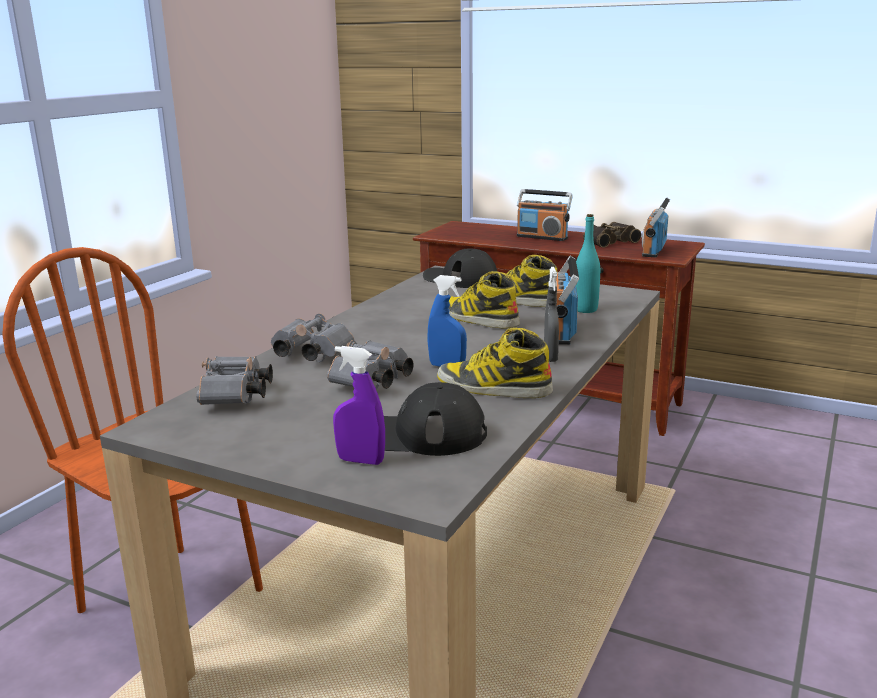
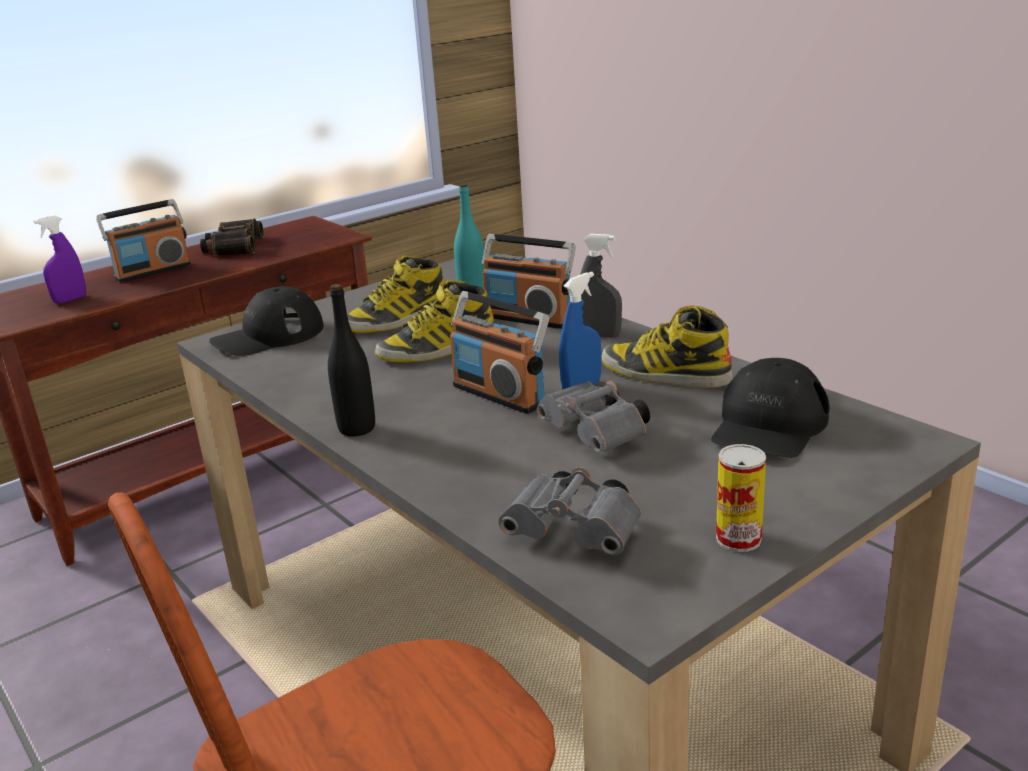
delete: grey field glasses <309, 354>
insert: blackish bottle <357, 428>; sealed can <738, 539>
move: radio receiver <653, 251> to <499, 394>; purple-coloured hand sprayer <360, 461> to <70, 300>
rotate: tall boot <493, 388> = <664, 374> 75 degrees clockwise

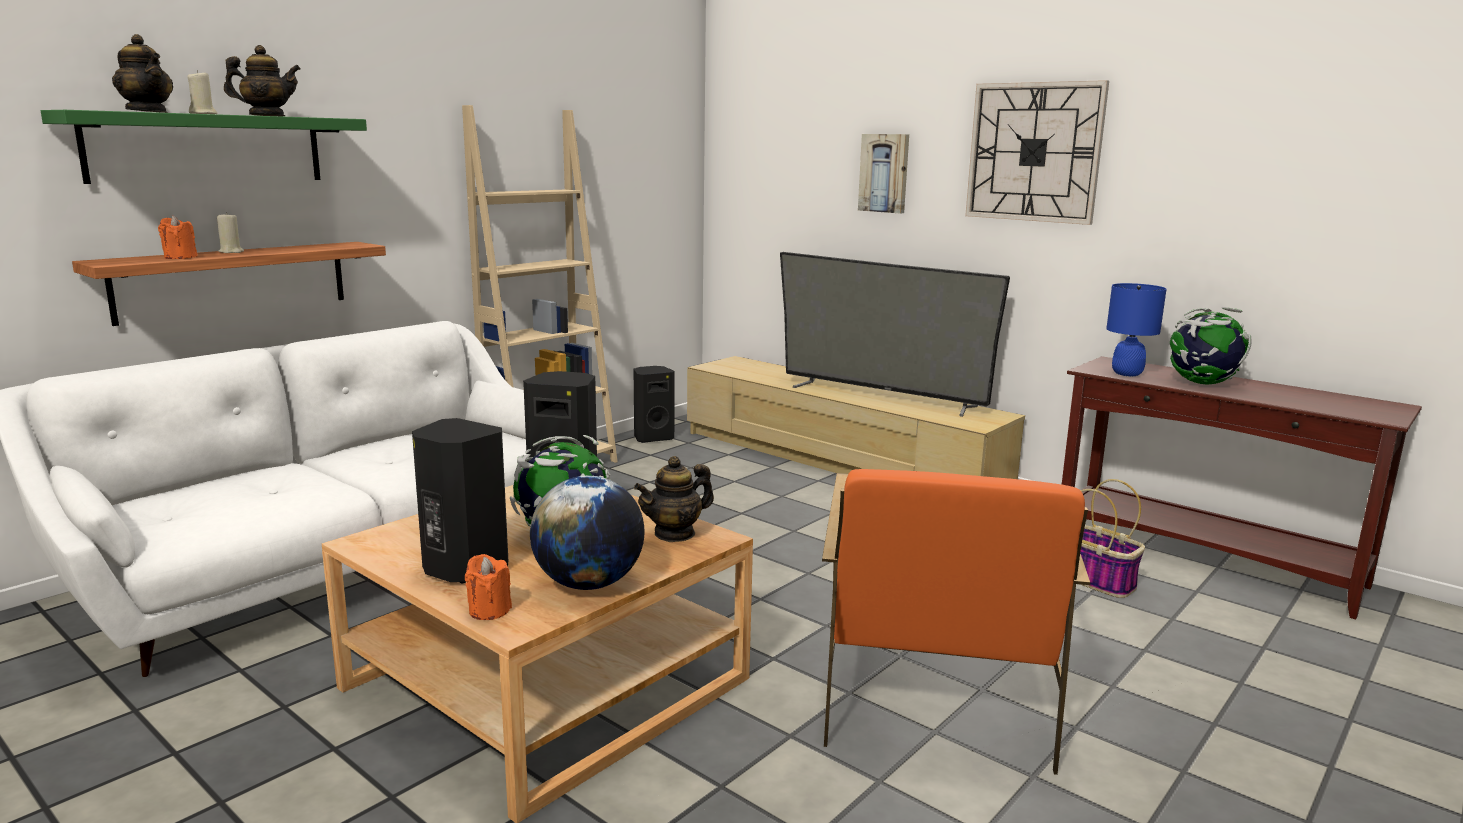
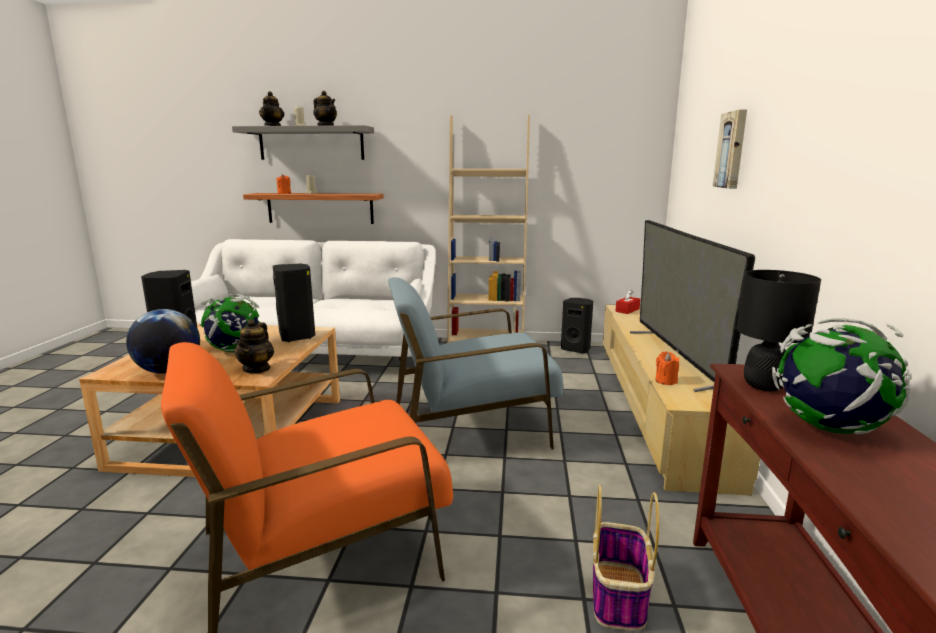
delete: wall clock <1034, 152>
insert: blue easy chair <470, 426>; reddish box of tissues <627, 310>
move: orange-coloured candle <489, 610> to <665, 381>
recolor: greenish shelf <207, 148> to grey shelf <311, 143>; blue lamp for a table <1128, 374> to blackish lamp for a table <764, 387>
rotate: teapot <675, 534> = <257, 369> 105 degrees counterclockwise

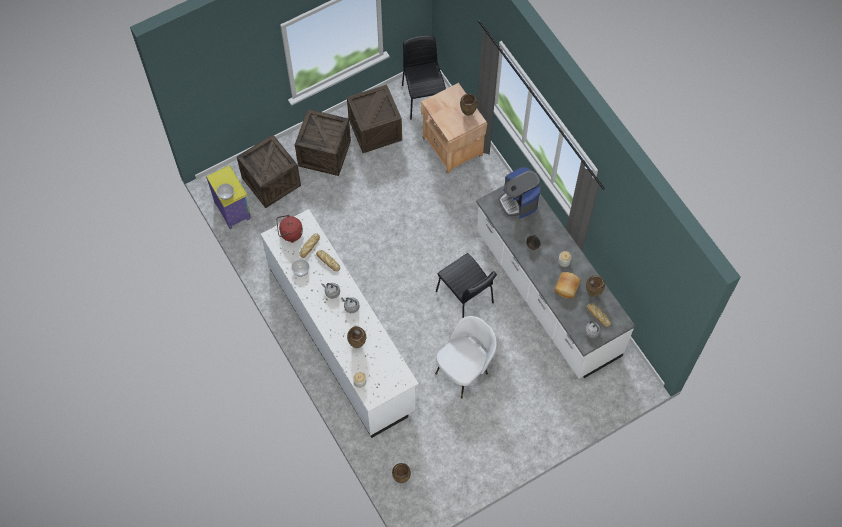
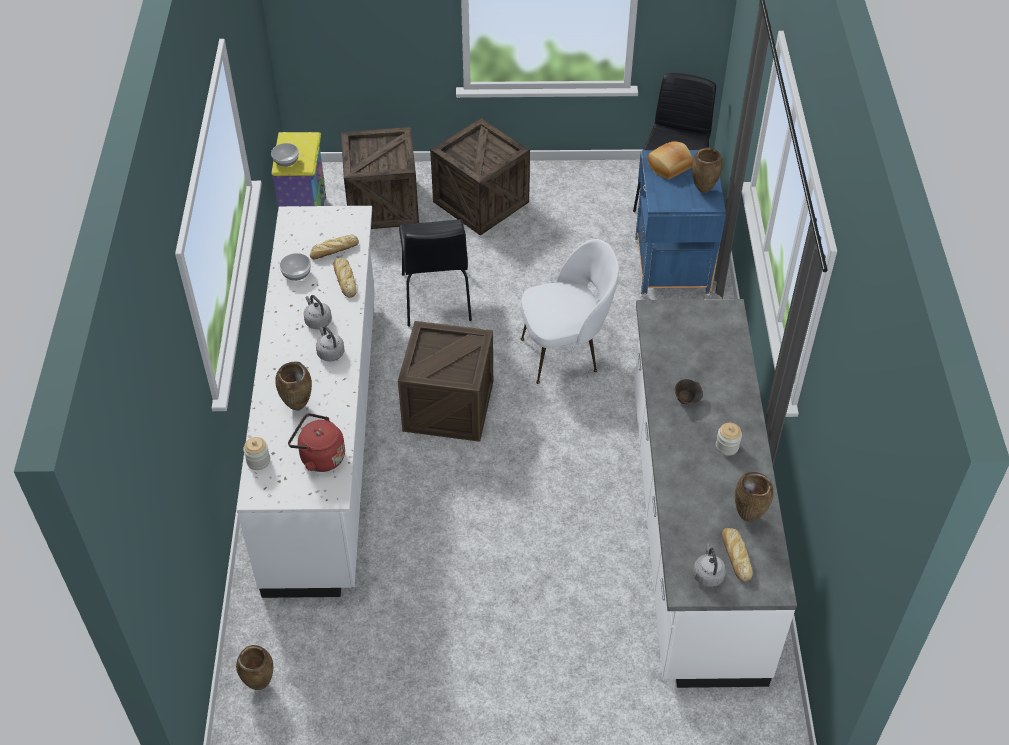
delete: coffee maker <518, 201>
move: shipping crate <375, 130> to <448, 406>; reddish tea kettle <290, 233> to <319, 457>; blackish plain chair <466, 298> to <437, 300>; bakery bread <567, 287> to <670, 167>; white plain chair <465, 370> to <565, 354>
recolor: brownish cart <452, 149> to blue cart <671, 270>

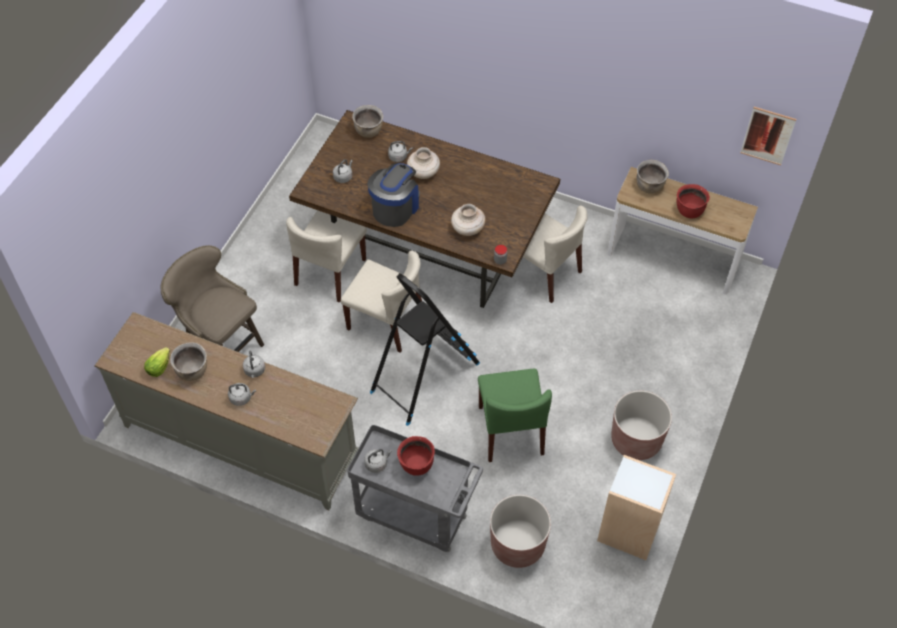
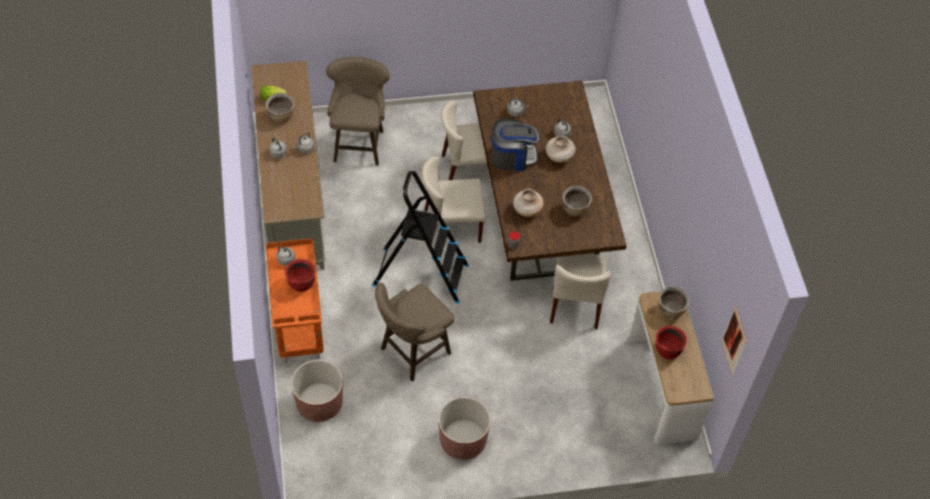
delete: shelving unit <629, 532>
move: brownish cooking pot <369, 131> to <575, 210>
replace: greenish plain chair <511, 431> to beige-coloured stool <413, 353>
recolor: grey cart <417, 519> to orange-coloured cart <299, 331>
rotate: beige-coloured plain chair <386, 321> = <451, 226> 90 degrees clockwise

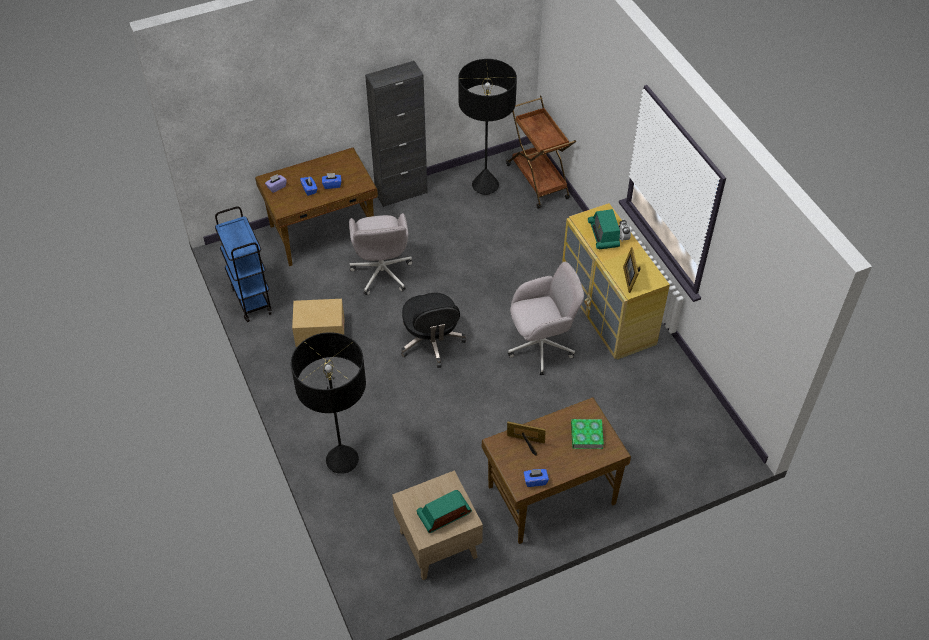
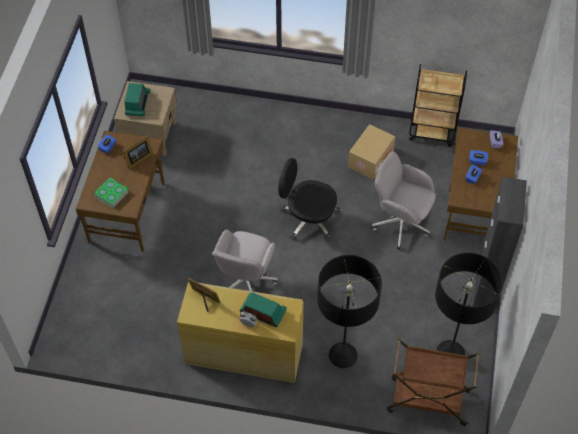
move: blackish floor lamp <342, 461> to <342, 357>
recolor: blue cart <251, 301> to brownish cart <432, 134>

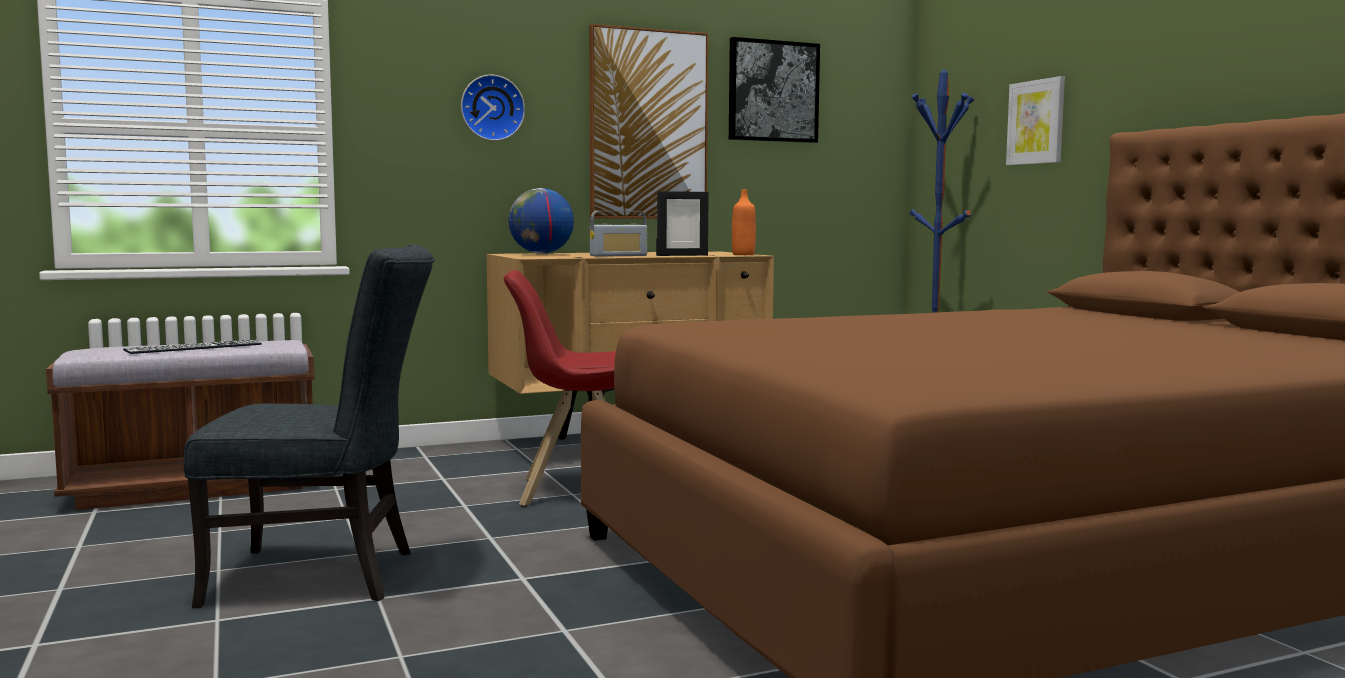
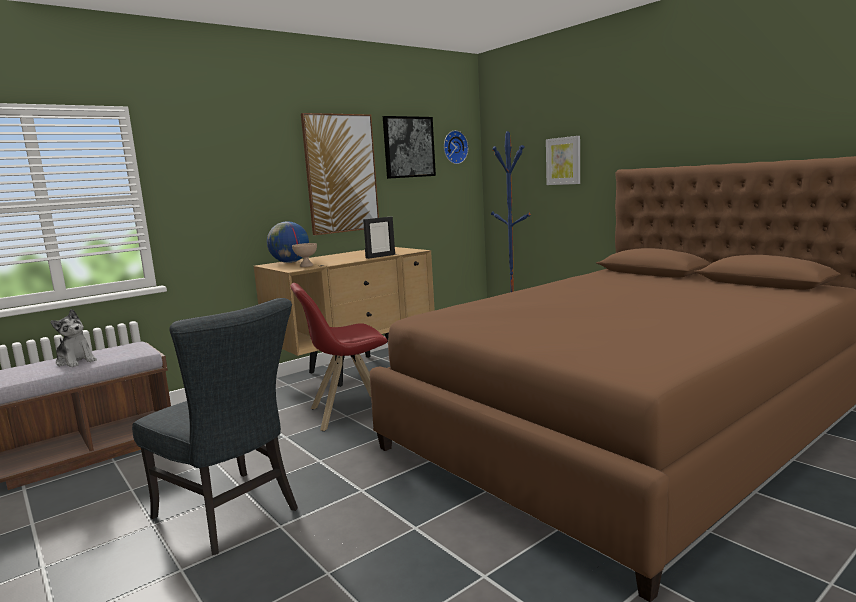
delete: orange-coloured bottle <743, 254>; radio receiver <618, 256>
insert: beige-coloured bowl <306, 266>
move: wall clock <491, 108> to <454, 147>
replace: computer keyboard <194, 347> to soft toy <76, 361>
rotate: grey plain chair <325, 576> = <232, 514> 60 degrees clockwise

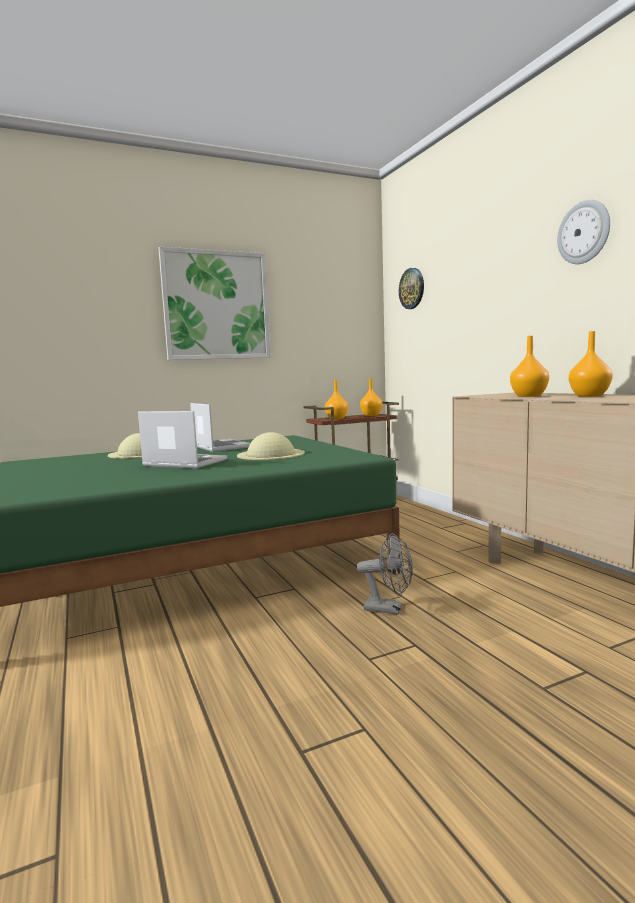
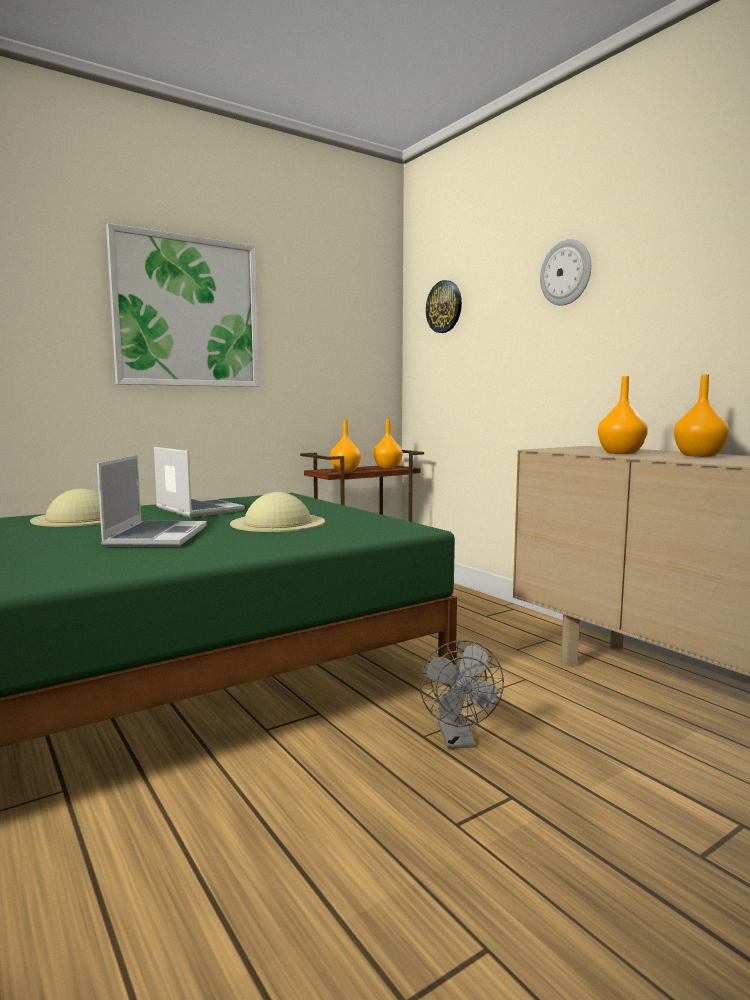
move: wall clock <584, 232> to <566, 273>
rotate: notebook computer <183, 463> = <156, 536> 75 degrees clockwise; grey electric fan <389, 609> = <459, 740> 75 degrees clockwise

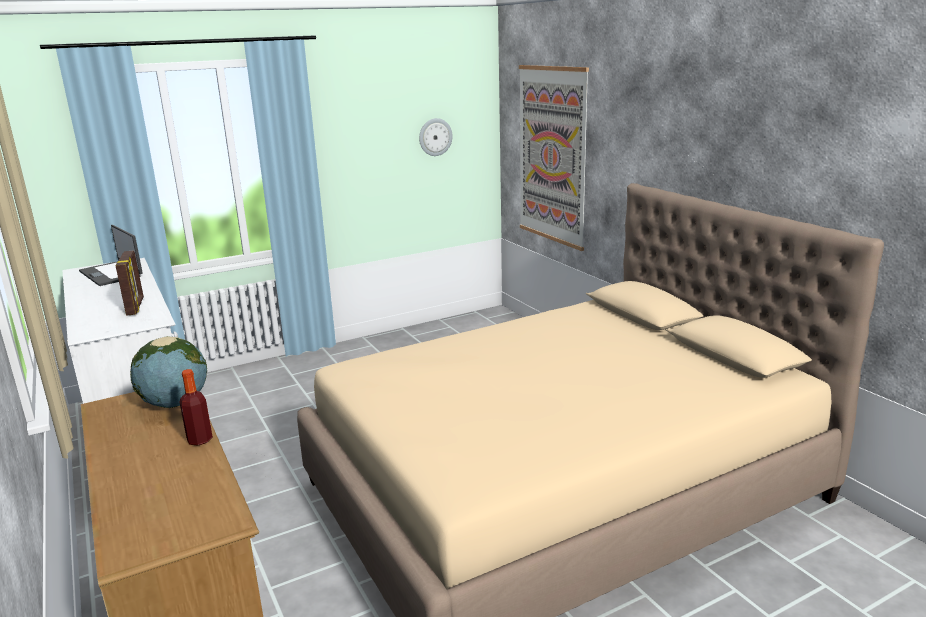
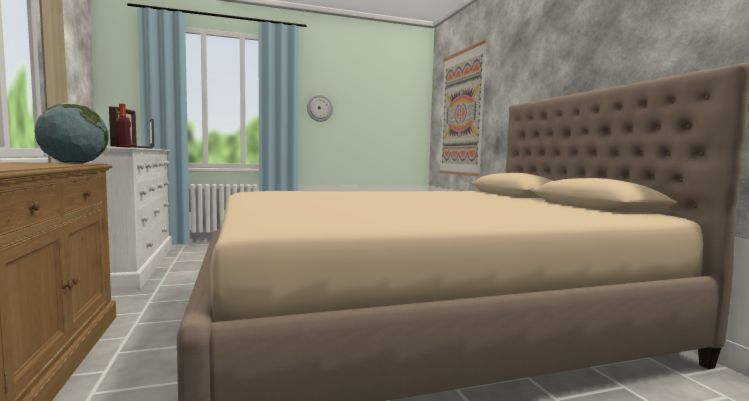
move: wall clock <435, 137> to <319, 108>; bottle <200, 440> to <123, 147>

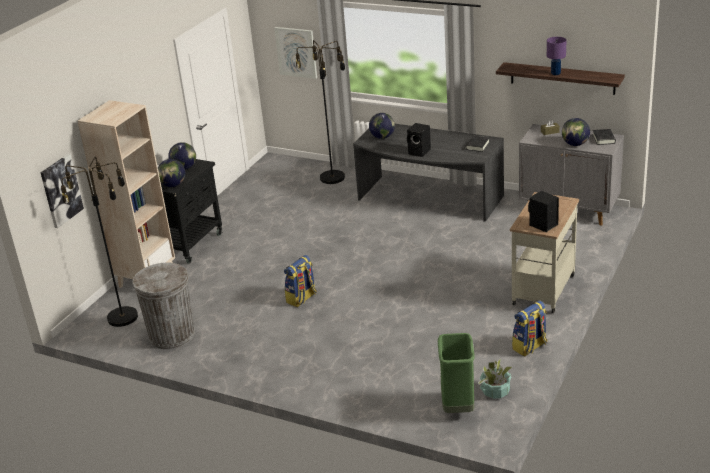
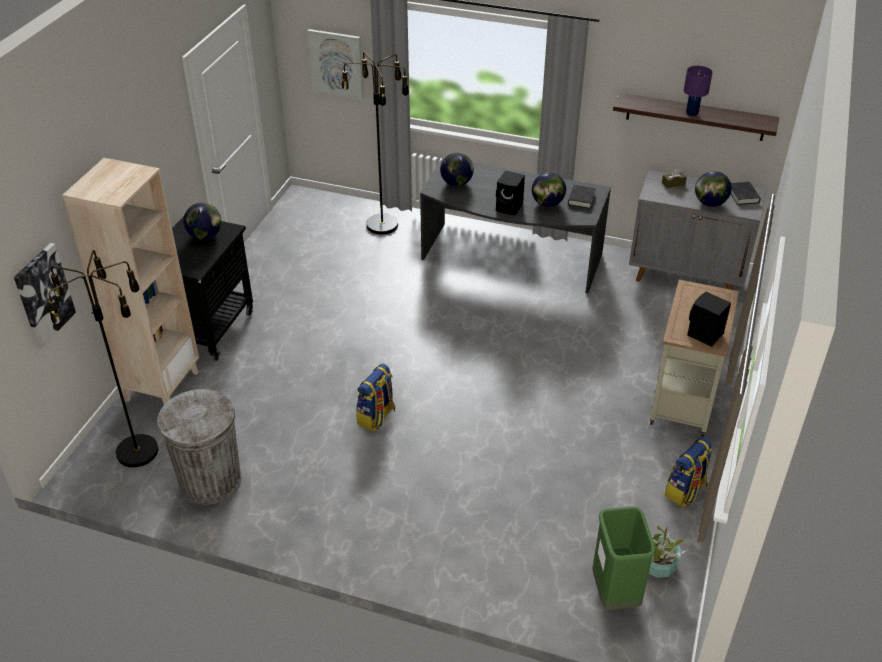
move: globe <173, 185> to <547, 203>

